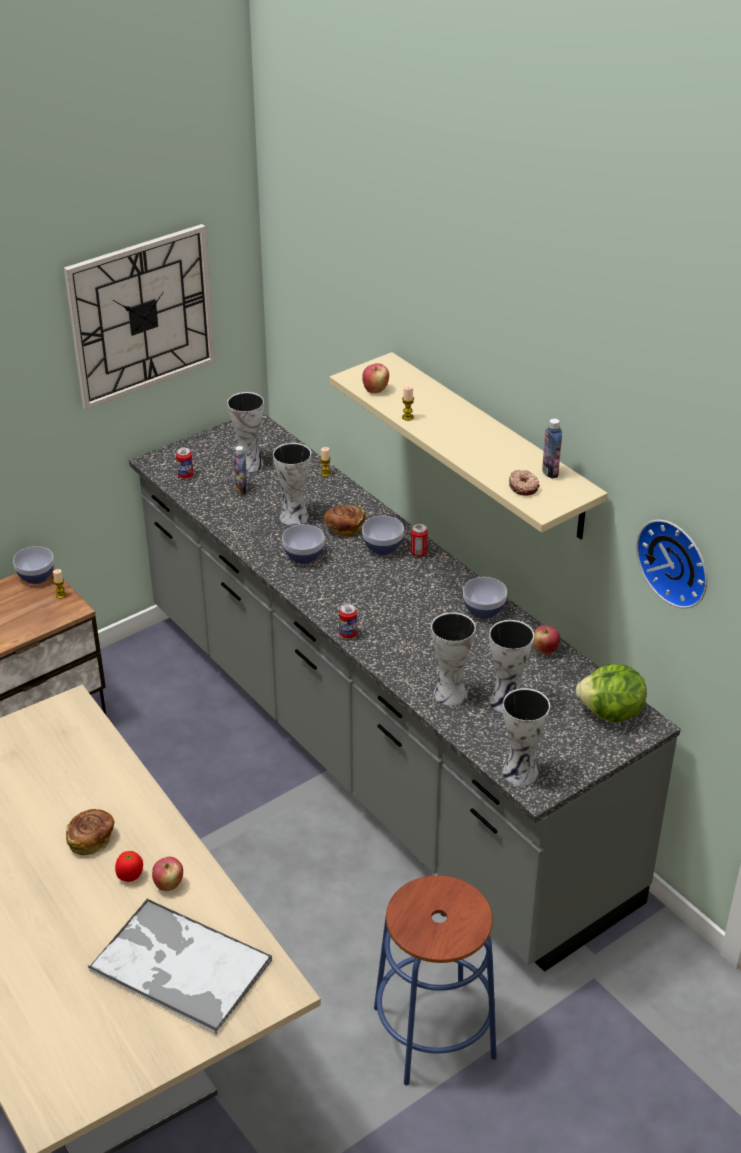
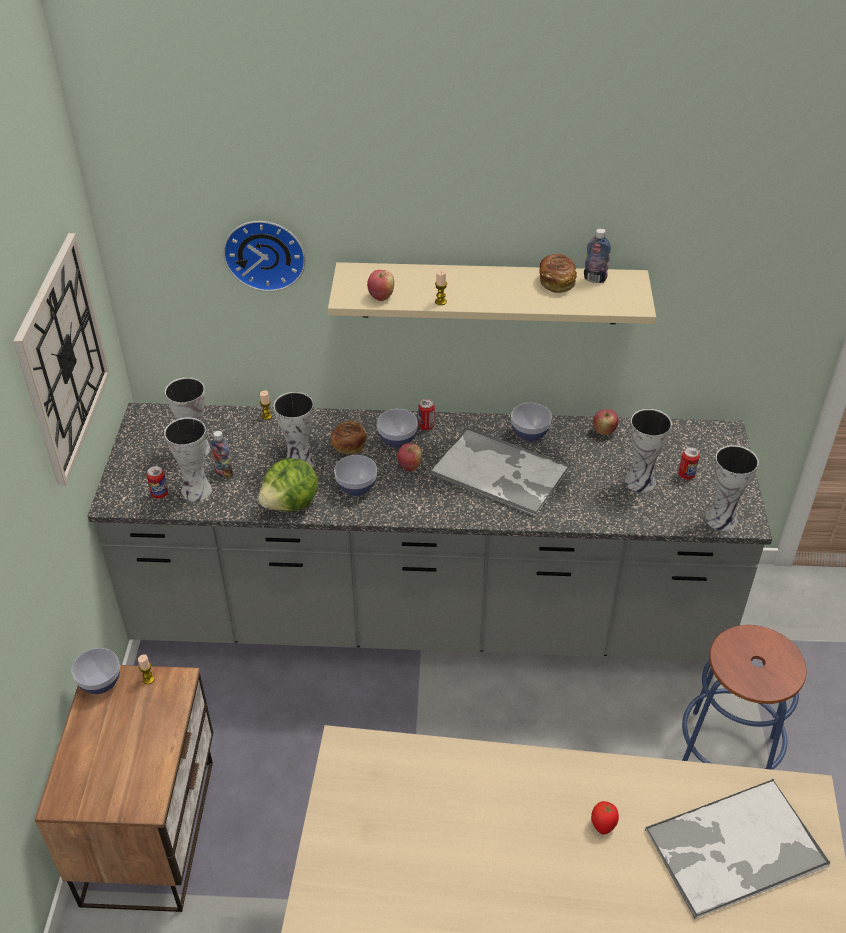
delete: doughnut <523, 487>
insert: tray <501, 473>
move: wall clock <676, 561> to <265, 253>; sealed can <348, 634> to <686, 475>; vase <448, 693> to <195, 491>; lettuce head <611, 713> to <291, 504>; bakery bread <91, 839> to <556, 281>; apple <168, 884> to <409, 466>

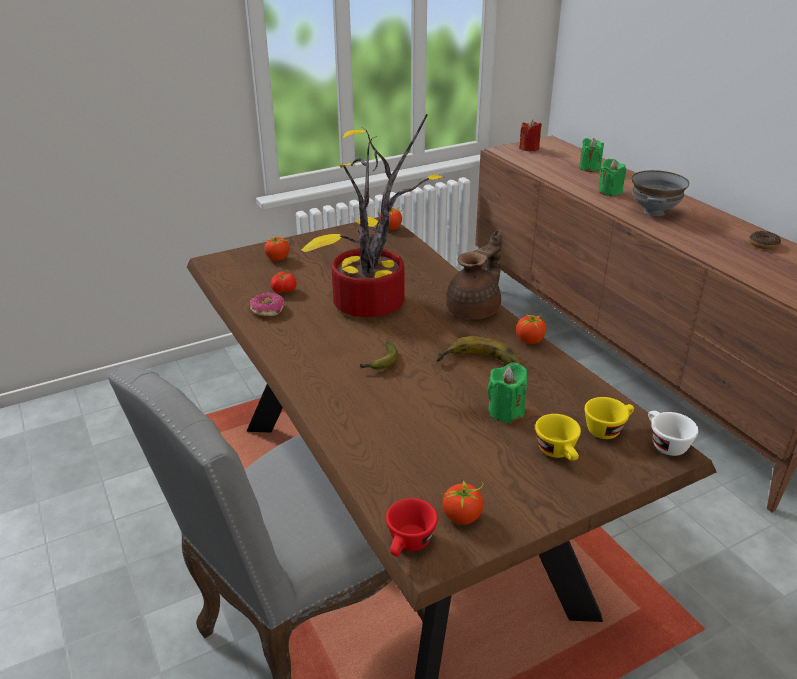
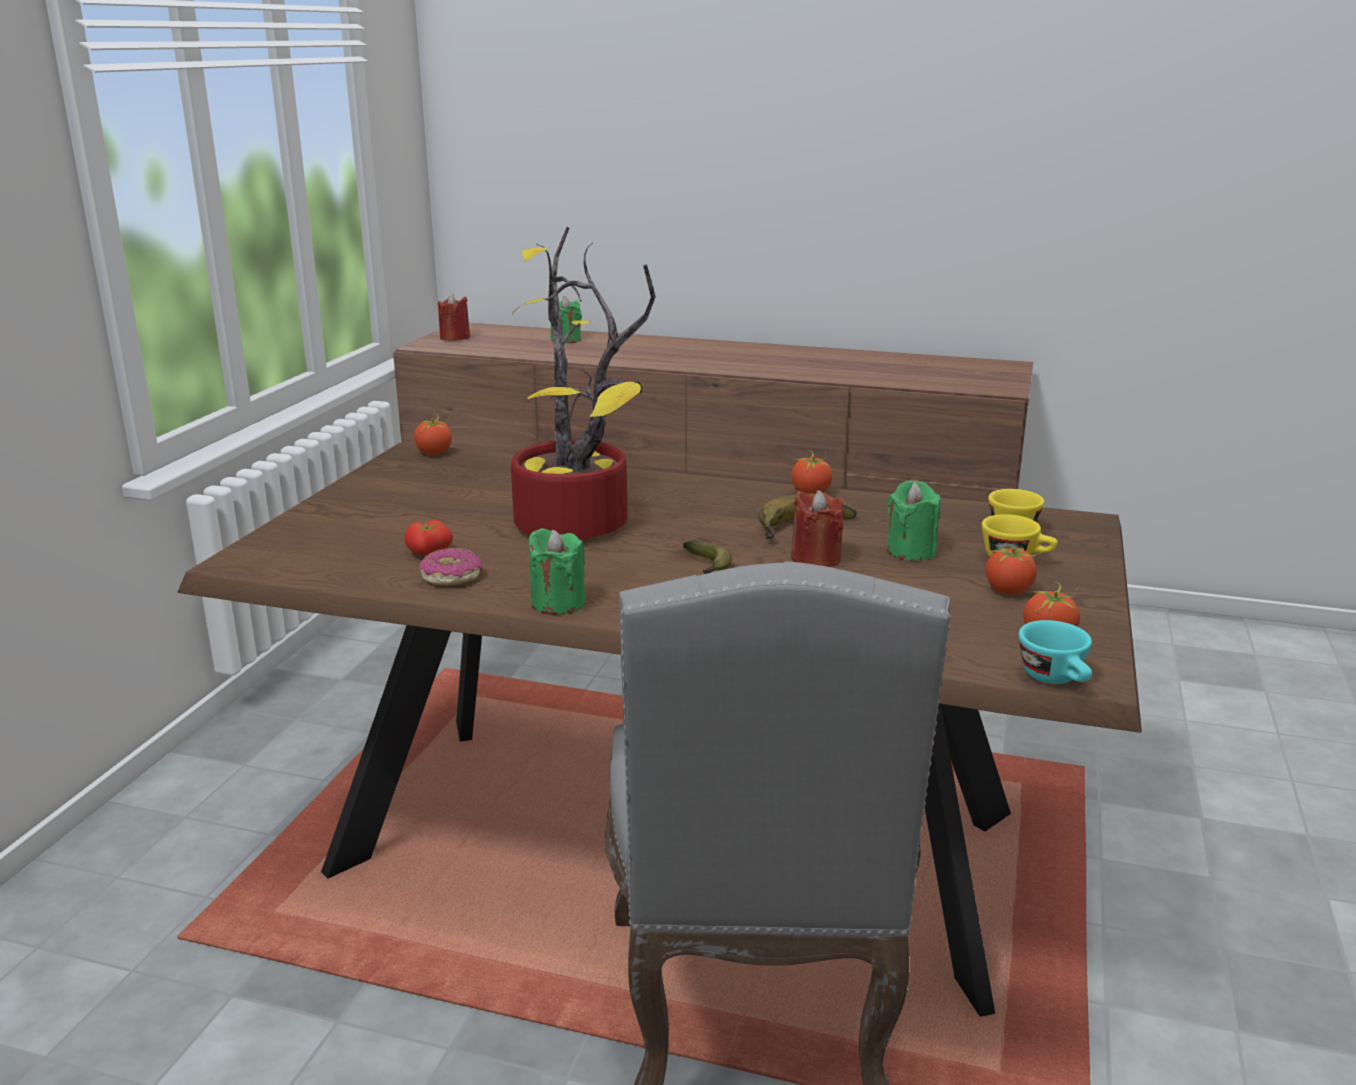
delete: grey bowl <653, 212>; brownish teapot <475, 309>; doughnut <763, 244>; white drinking cup <664, 443>
insert: reddish candle <815, 558>
move: greenish candle <609, 192> to <558, 603>; whole tomato <278, 258> to <1009, 591>
recolor: reddish drinking cup <409, 545> to turquoise drinking cup <1057, 679>

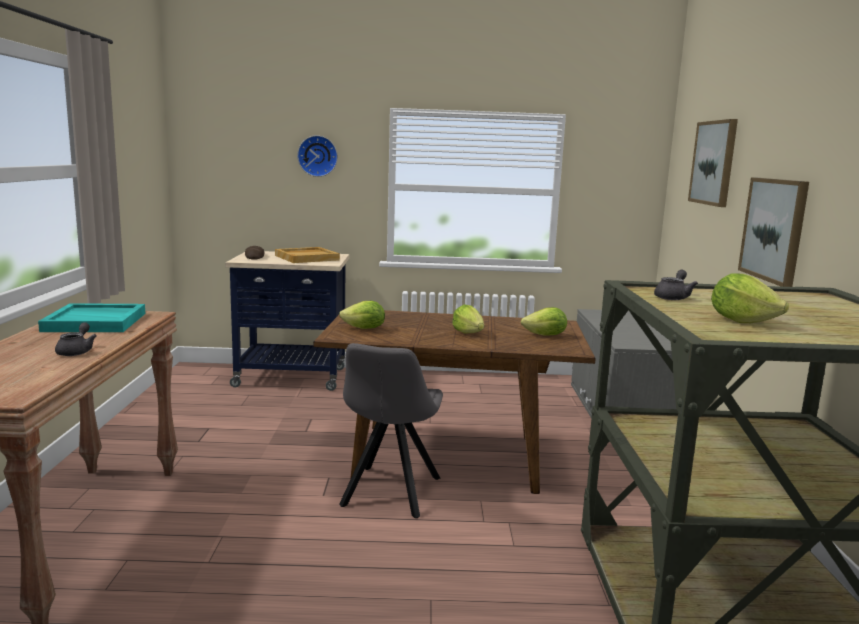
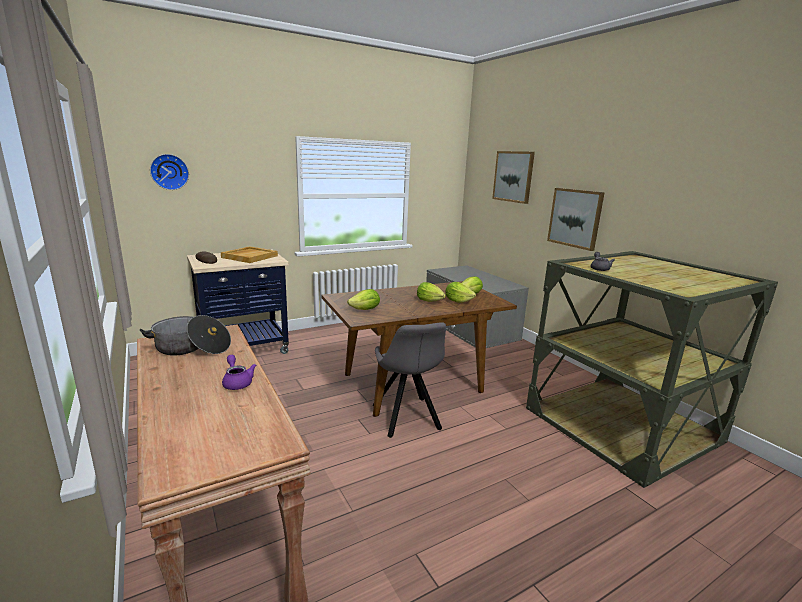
move: wall clock <318, 156> to <169, 172>; lettuce head <742, 321> to <458, 301>
replace: turquoise tray <96, 322> to cooking pot <191, 348>
recolor: grey teapot <76, 351> to purple-coloured teapot <237, 382>

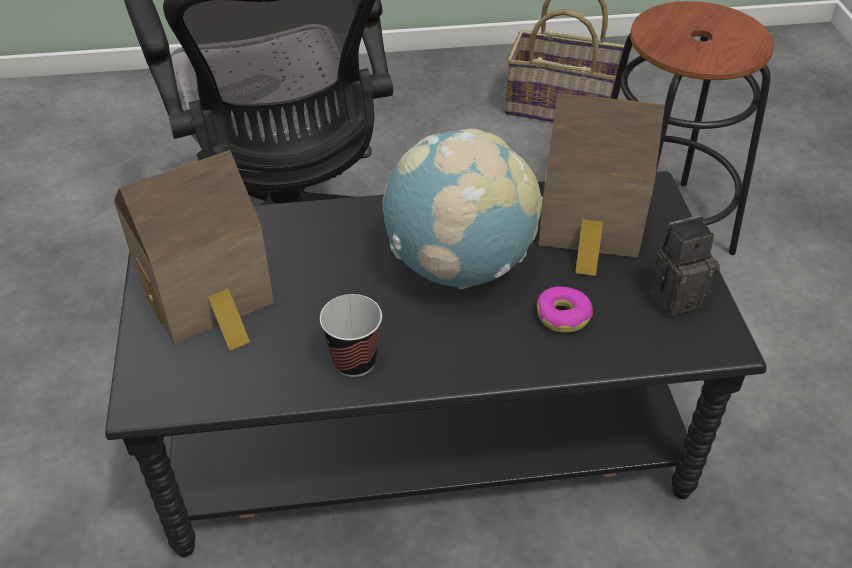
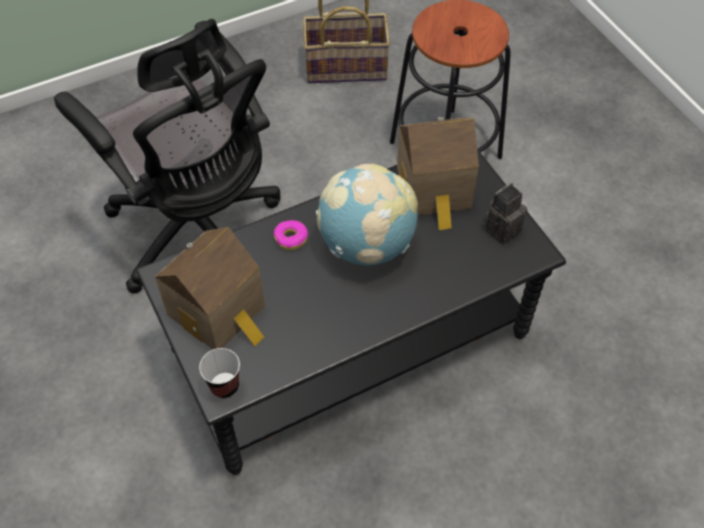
move: doughnut <563, 316> to <291, 238>; drinking cup <354, 361> to <224, 386>

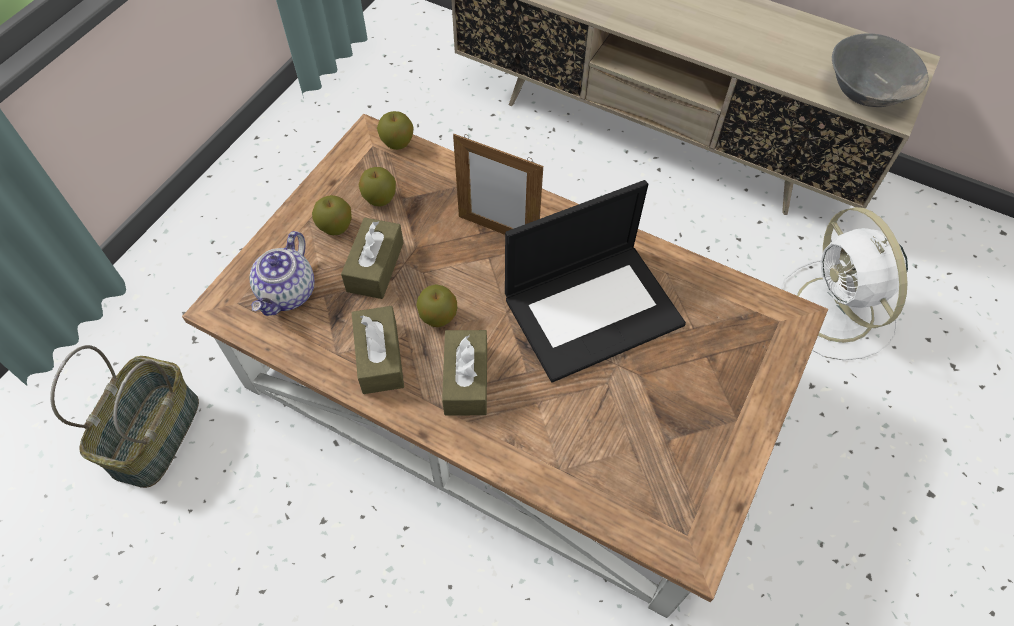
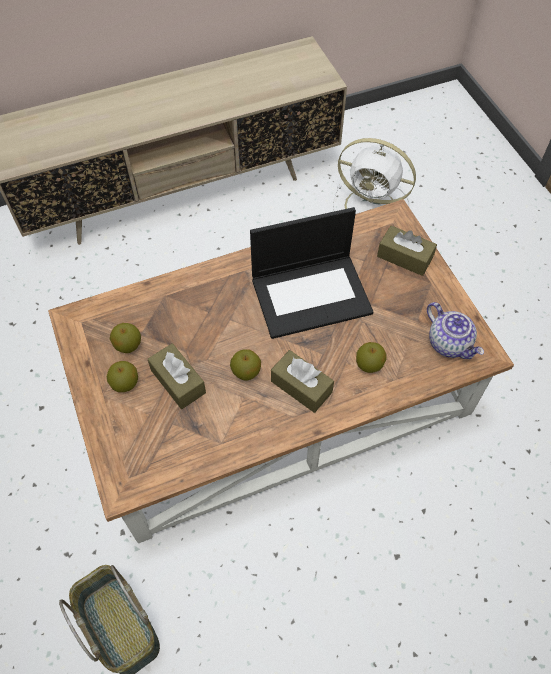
delete: grey bowl <865, 91>; picture frame <498, 231>
move: apple <397, 142> to <369, 365>; teapot <288, 293> to <449, 343>; brownish box of tissues <380, 357> to <404, 257>
rotate: notebook computer <593, 309> = <312, 294> 60 degrees clockwise

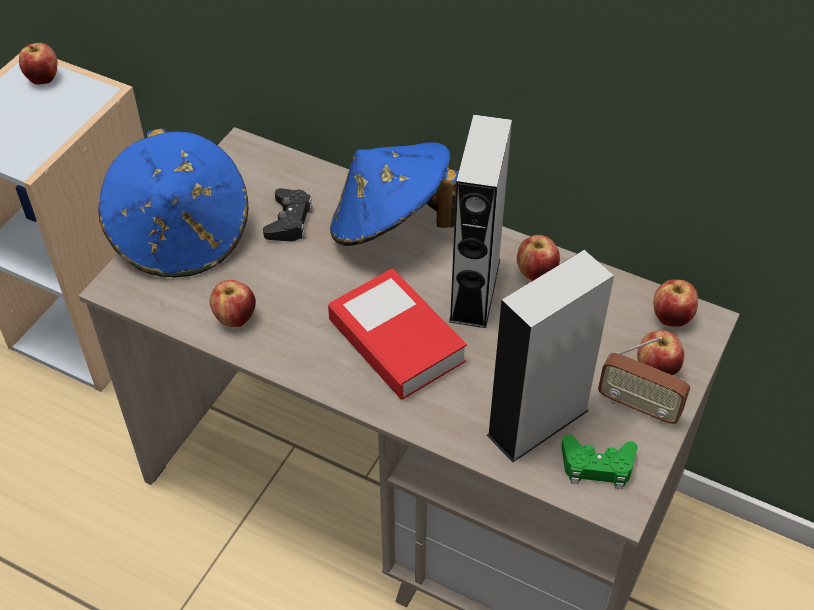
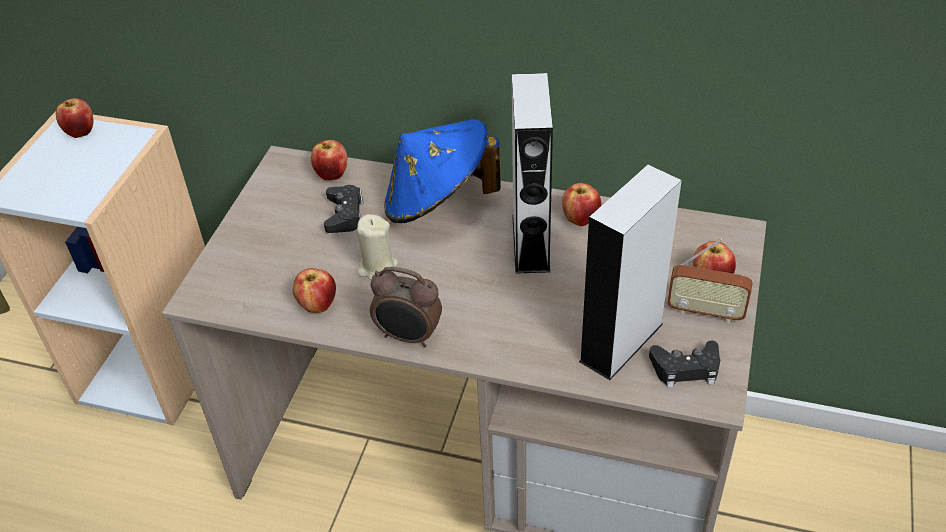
delete: blue clothing hat <181, 235>; volume <396, 341>
insert: beige-coloured candle <377, 268>; bedside clock <408, 337>
move: apple <671, 318> to <332, 175>
recolor: greenish game controller <597, 466> to blackish game controller <686, 368>

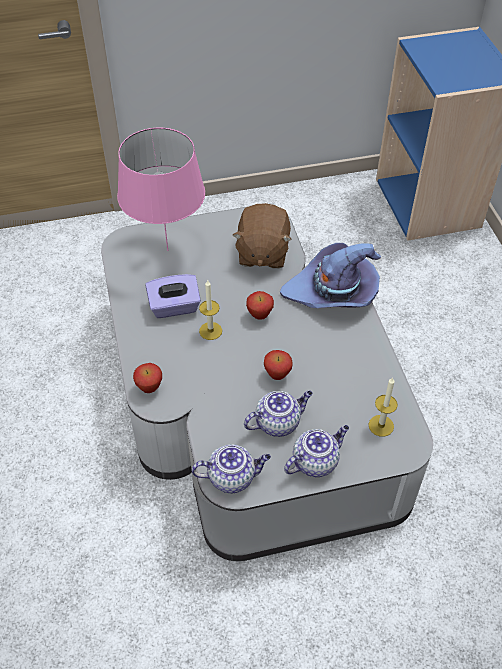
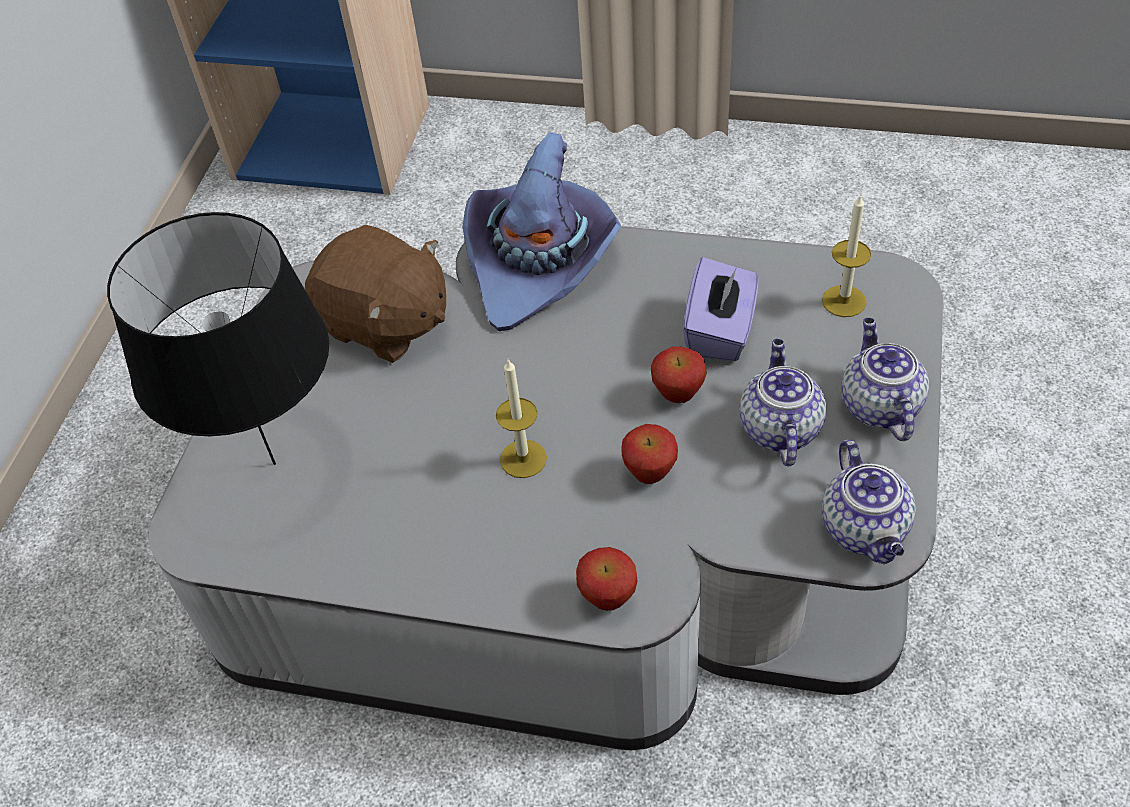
move: purple-coloured box of tissues <174, 307> to <720, 331>; apple <259, 316> to <650, 475>
recolor: pink lamp for a table <167, 250> to blackish lamp for a table <274, 464>
rotate: teapot <232, 477> = <866, 530> 150 degrees clockwise

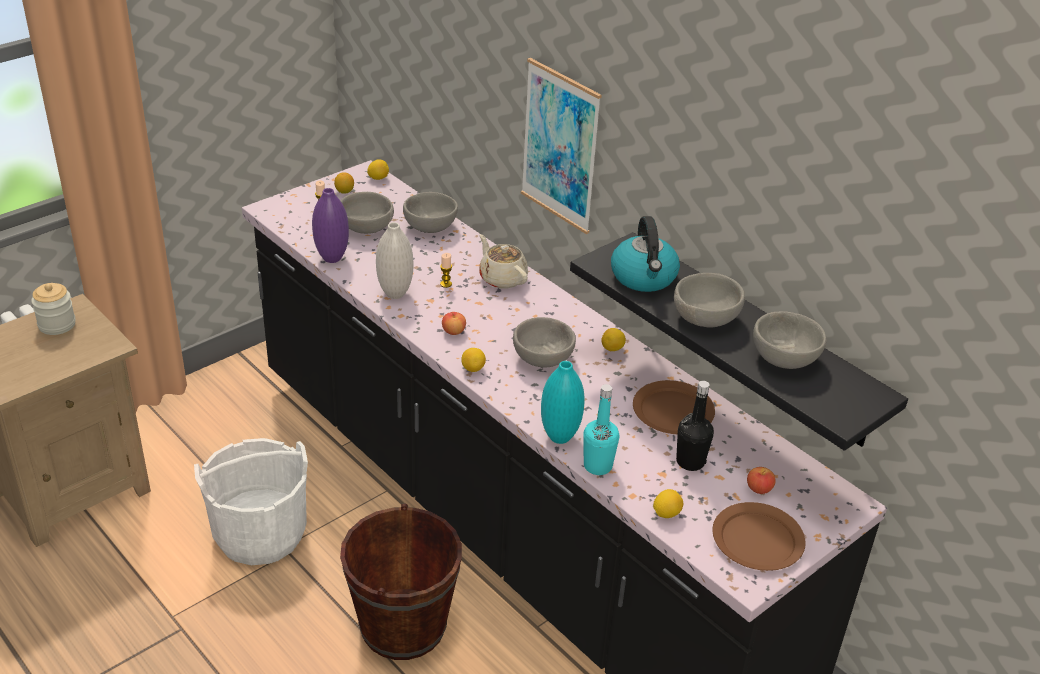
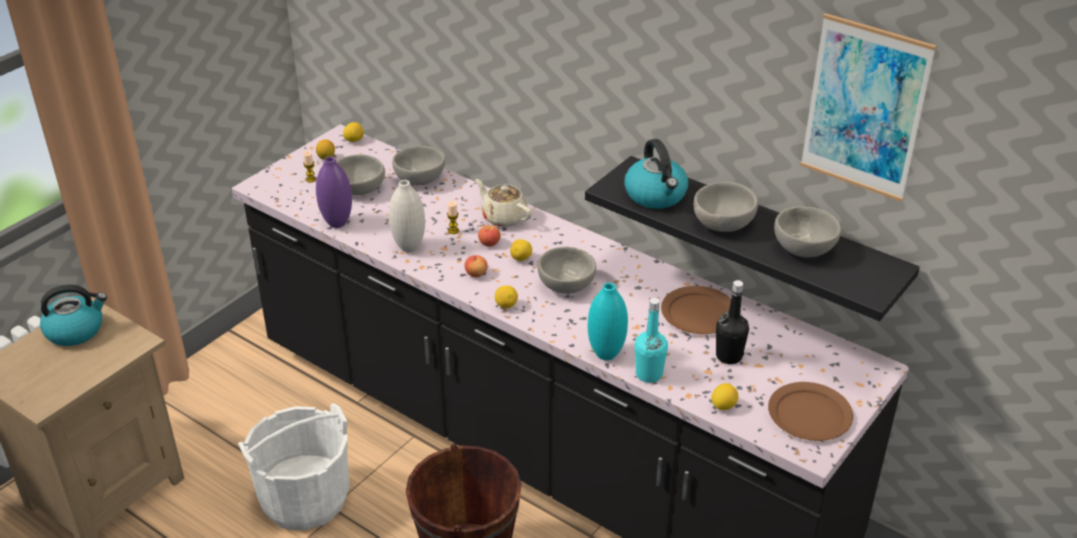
move: wall art <560, 146> to <865, 108>; whole lemon <612, 349> to <521, 258>; apple <759, 489> to <489, 243>
replace: storage jar <57, 324> to tea kettle <76, 330>

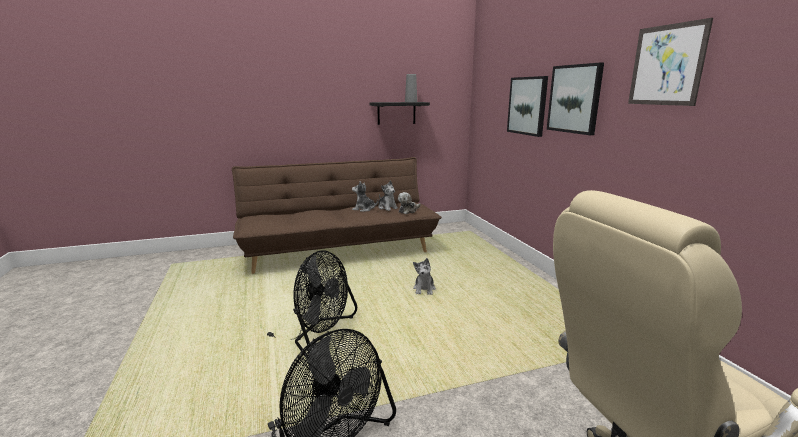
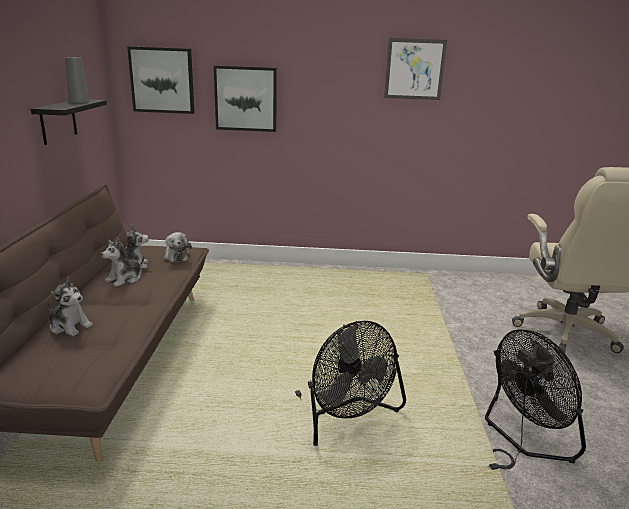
move: wall art <574, 99> to <162, 80>; soft toy <424, 289> to <70, 326>
rotate: blackish electric fan <316, 335> = <343, 417> 105 degrees clockwise

